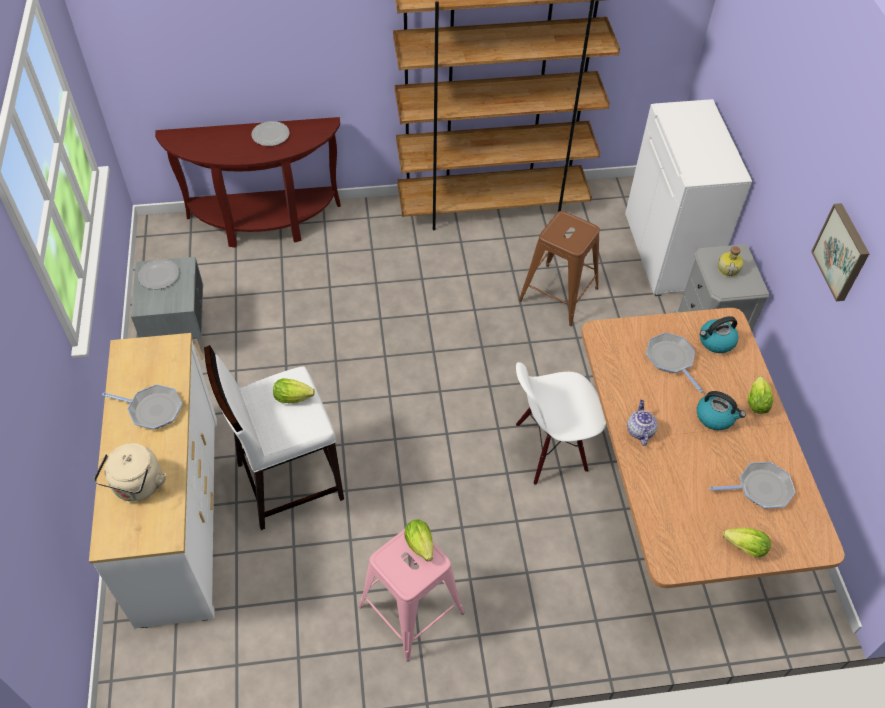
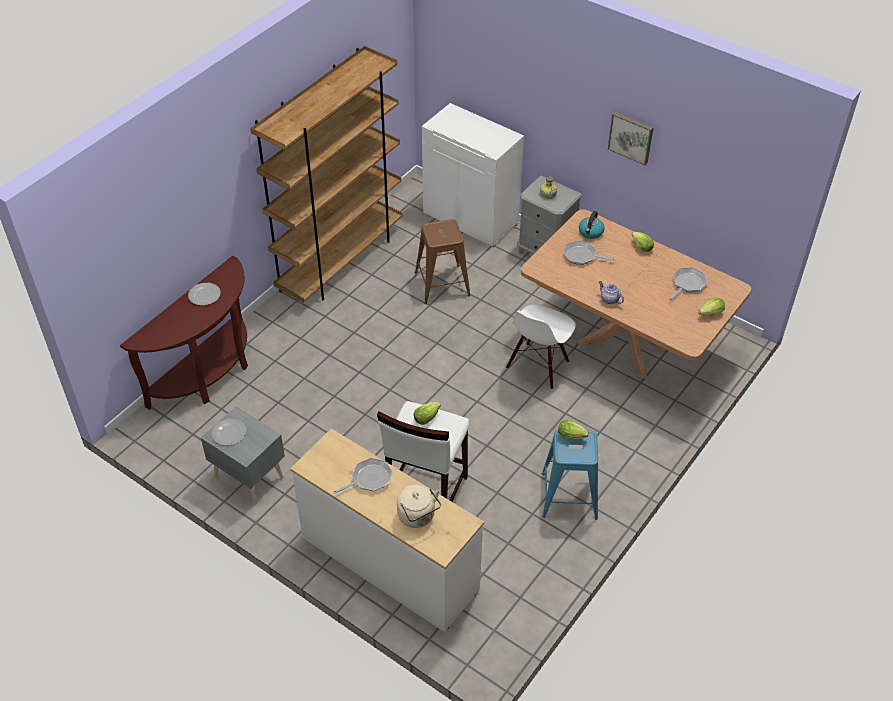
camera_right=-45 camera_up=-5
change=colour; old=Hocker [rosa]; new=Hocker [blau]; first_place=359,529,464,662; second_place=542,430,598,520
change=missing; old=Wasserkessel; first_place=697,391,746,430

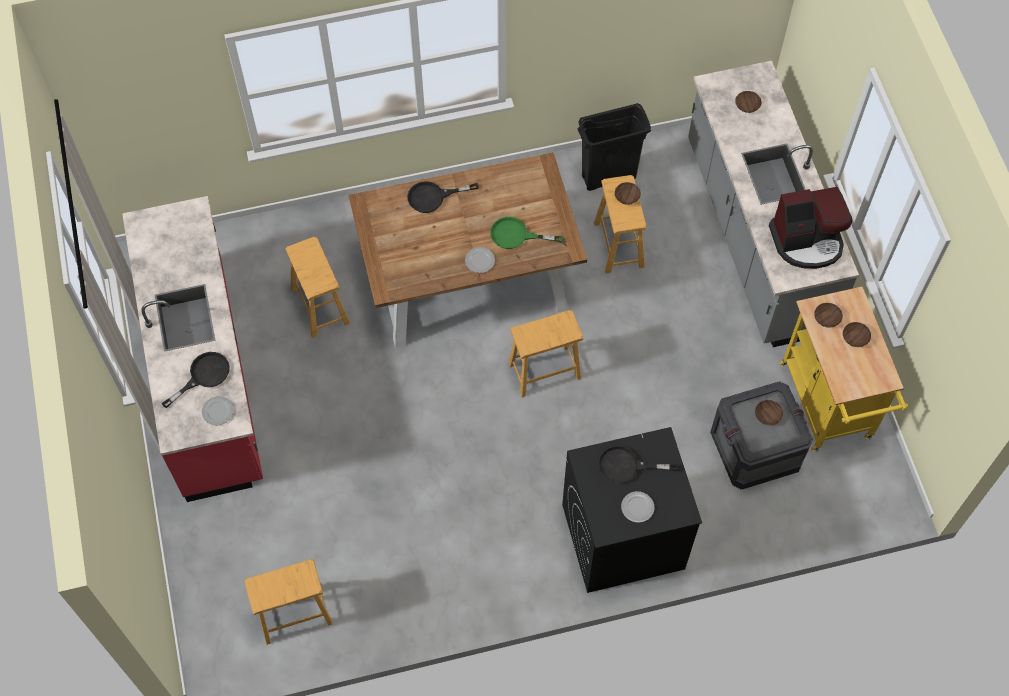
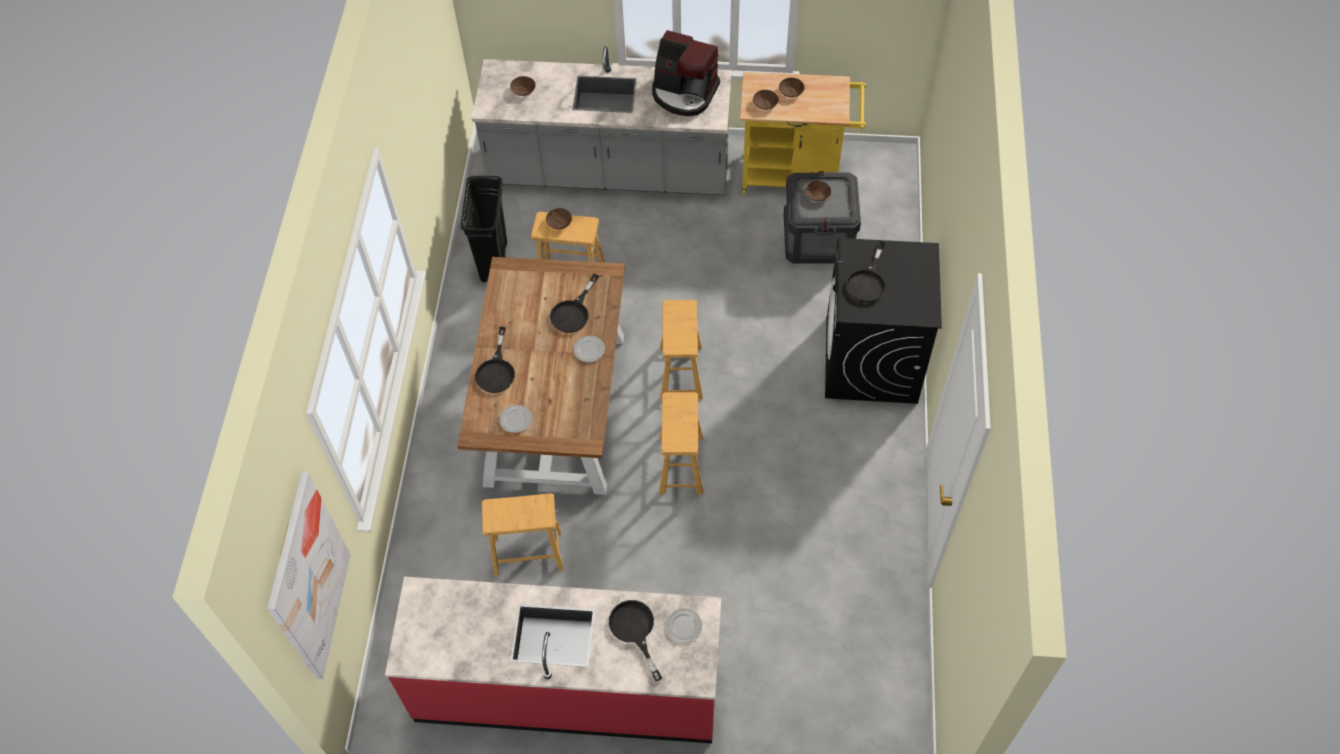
camera_right=-70 camera_up=-5
change=appeared; new=Bild; second_place=267,472,351,679
change=relocated; old=Teller; first_place=621,491,654,523; second_place=499,405,532,433
change=colour; old=Pfanne [grün]; new=Pfanne [schwarz]; first_place=490,217,563,249; second_place=550,274,599,333
change=spun; old=Kaffeemaschine; first_place=769,186,852,269; second_place=652,30,720,116; degrees=105
change=relocated; old=Hocker [braun]; first_place=244,559,333,645; second_place=659,392,703,494

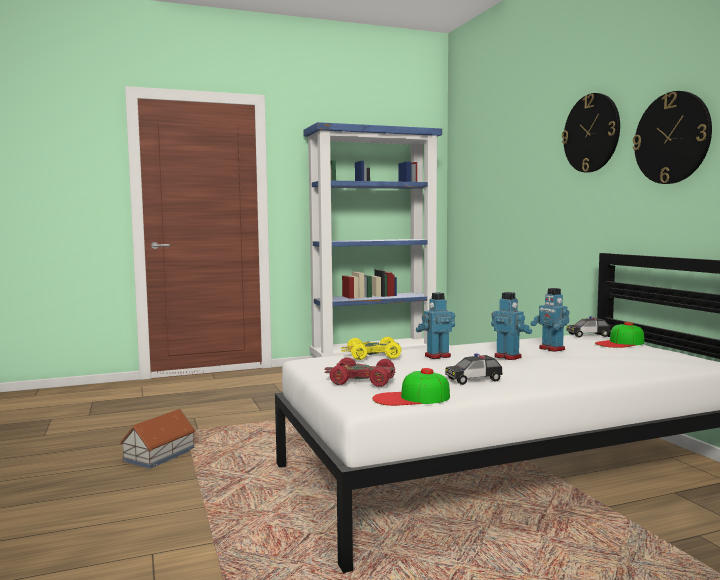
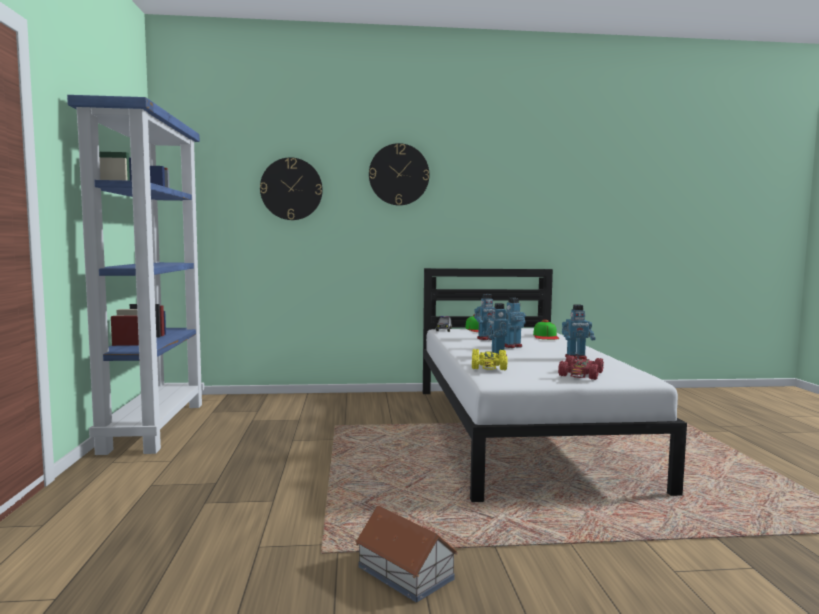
camera_right=-75 camera_up=0
change=relocated; old=Wanduhr; first_place=633,91,712,184; second_place=260,157,323,220
change=relocated; old=Kappe; first_place=372,368,450,406; second_place=533,320,559,340
change=exchanged; old=Spielzeugauto; new=Spielzeugroboter; first_place=445,353,503,385; second_place=562,305,595,360

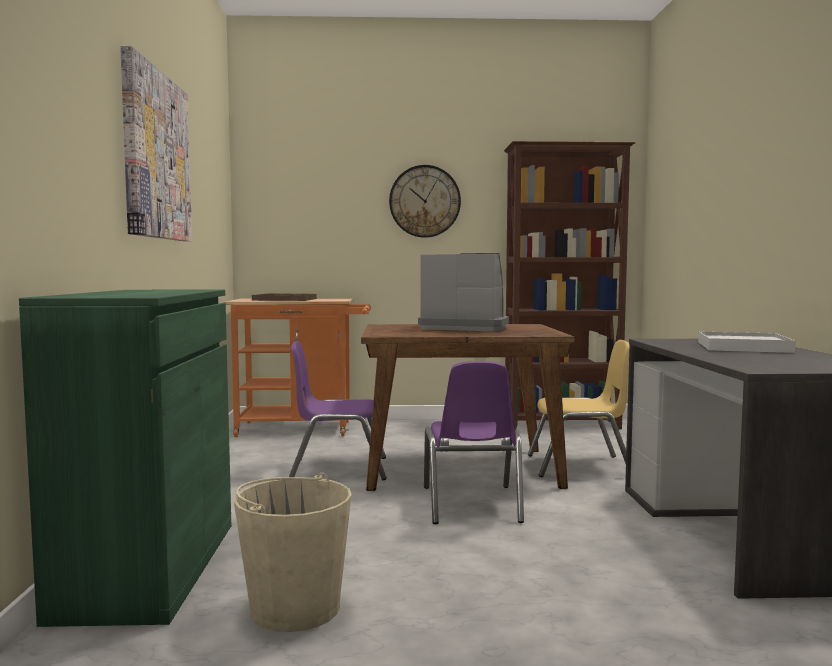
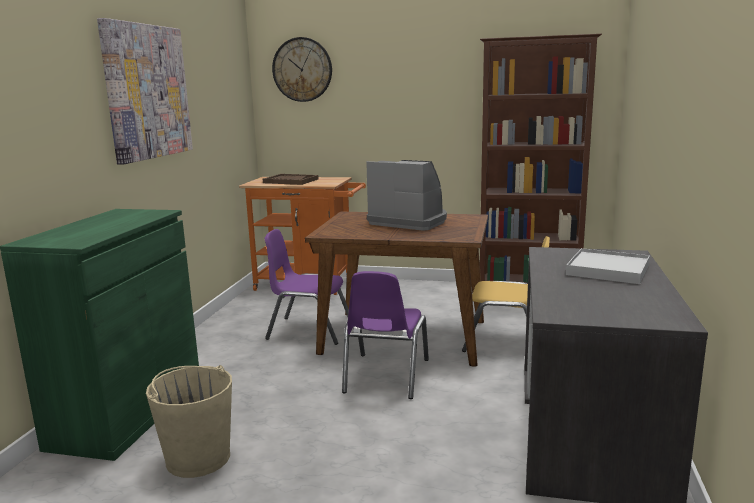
camera_right=15 camera_up=10
change=relocated; old=Wanduhr; first_place=389,165,461,238; second_place=272,37,332,102

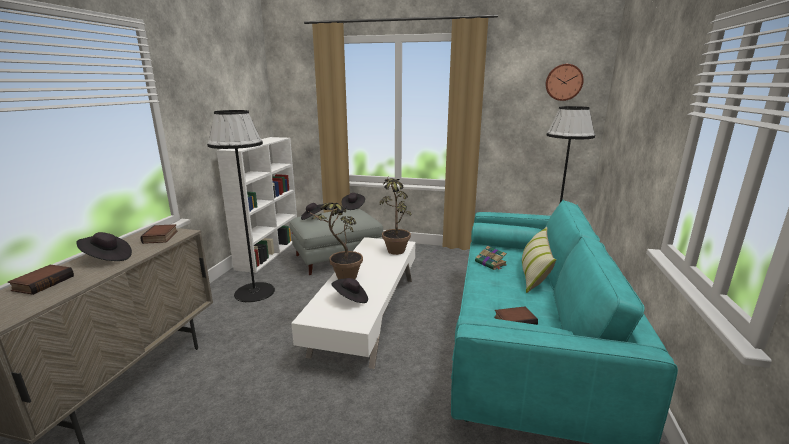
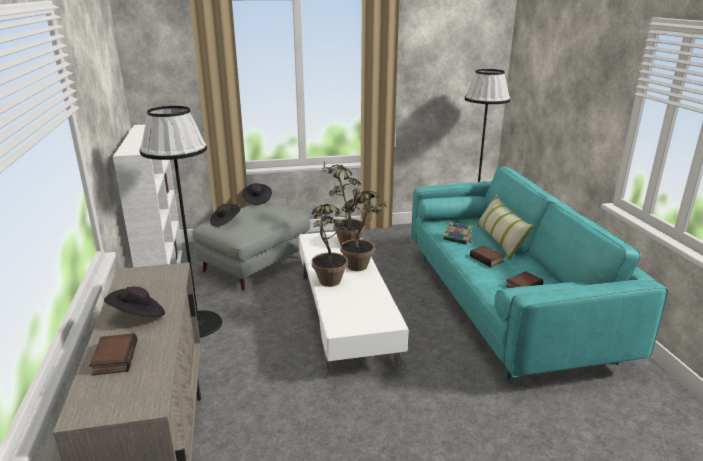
camera_right=-25 camera_up=5
change=appeared; new=Topfpflanze; second_place=335,191,387,271
change=relocated; old=Buch; first_place=140,224,178,244; second_place=470,246,505,267
change=missing; old=Hut [schwarz]; first_place=331,278,368,303
change=missing; old=Wanduhr; first_place=545,64,584,101

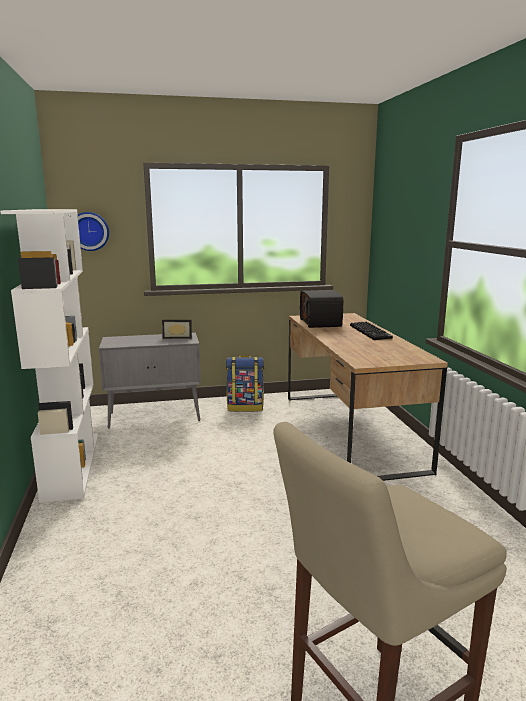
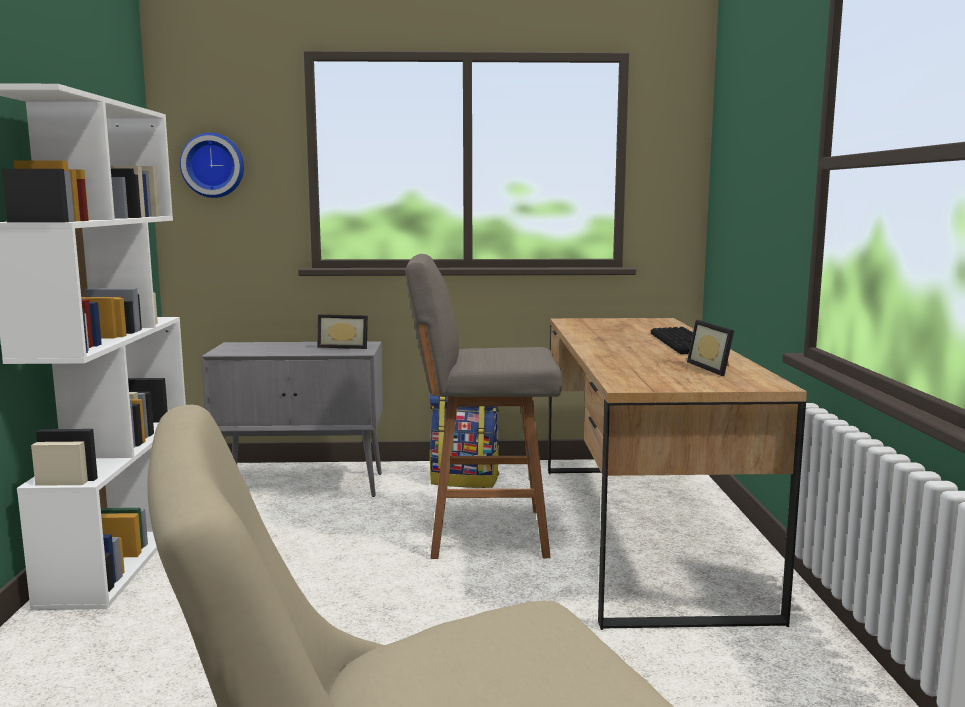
camera_right=10 camera_up=-5
change=appeared; new=Hocker [grau]; second_place=406,254,562,559
change=appeared; new=Bilderrahmen; second_place=687,320,734,376
change=missing; old=Radio; first_place=300,290,343,328

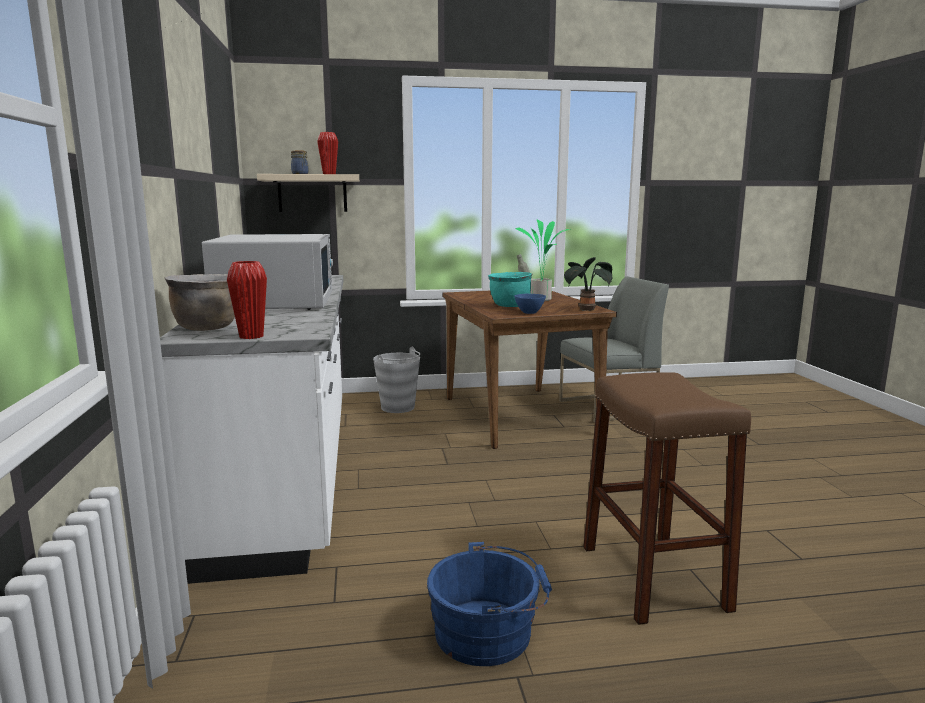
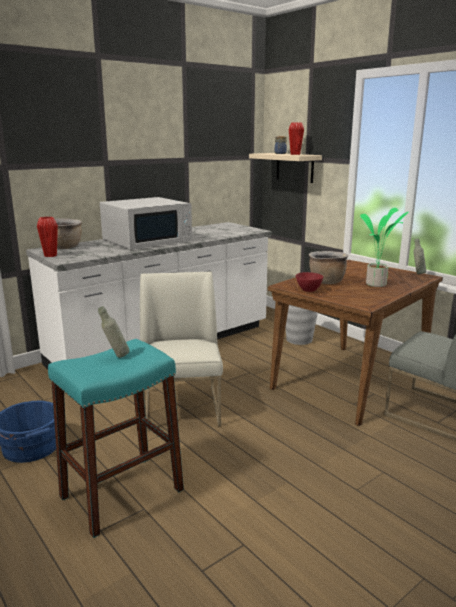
camera_right=60 camera_up=5
change=colour; old=Hocker [braun]; new=Hocker [türkis]; first_place=583,372,751,625; second_place=48,339,184,538
change=appeared; new=Flasche [grau]; second_place=98,306,130,358
change=appeared; new=Stuhl [weiß]; second_place=140,272,223,430
change=colour; old=Schüssel [blau]; new=Schüssel [rot]; first_place=514,294,546,314; second_place=296,272,323,292
change=colour; old=Kochtopf [türkis]; new=Kochtopf [braun]; first_place=488,272,532,307; second_place=309,251,348,284
change=missing; old=Topfpflanze; first_place=564,257,613,311

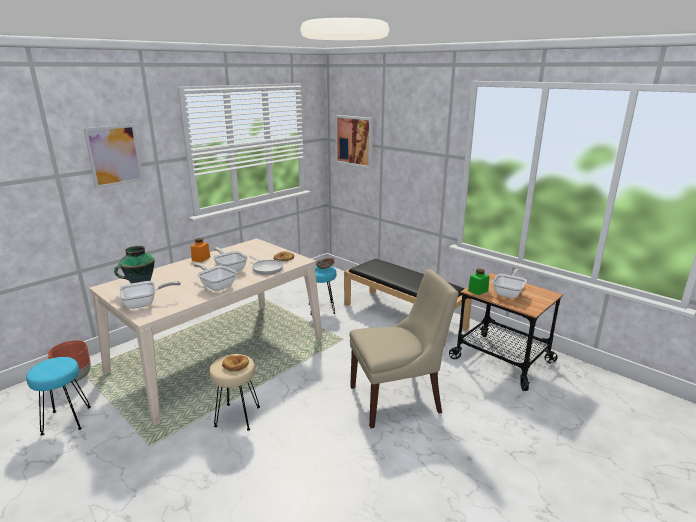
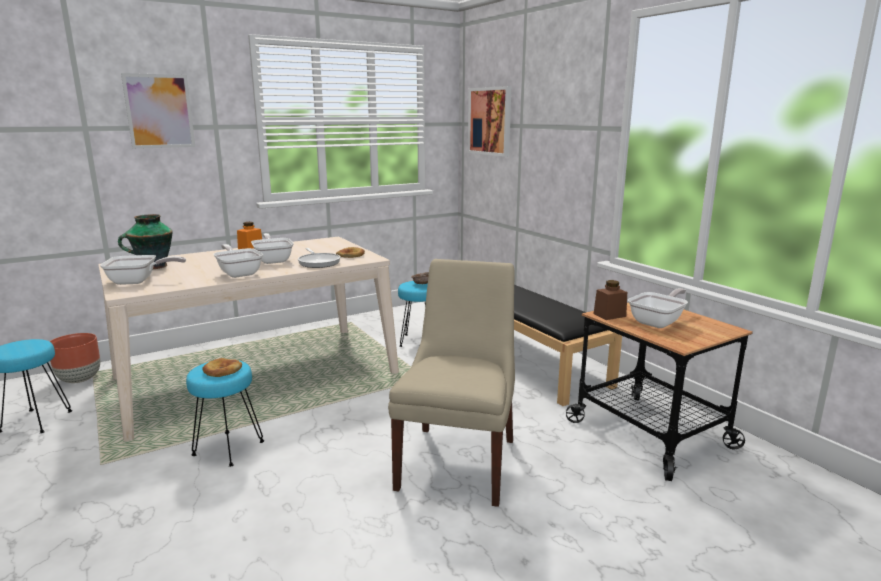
camera_right=15 camera_up=-5
change=colour; old=Hocker [beige]; new=Hocker [türkis]; first_place=209,354,260,430; second_place=186,360,264,467
change=spun; old=Stuhl [beige]; first_place=350,269,459,428; second_place=388,259,515,507; degrees=-75
change=colour; old=Vorratsglas [grün]; new=Vorratsglas [braun]; first_place=468,269,489,295; second_place=593,280,627,320

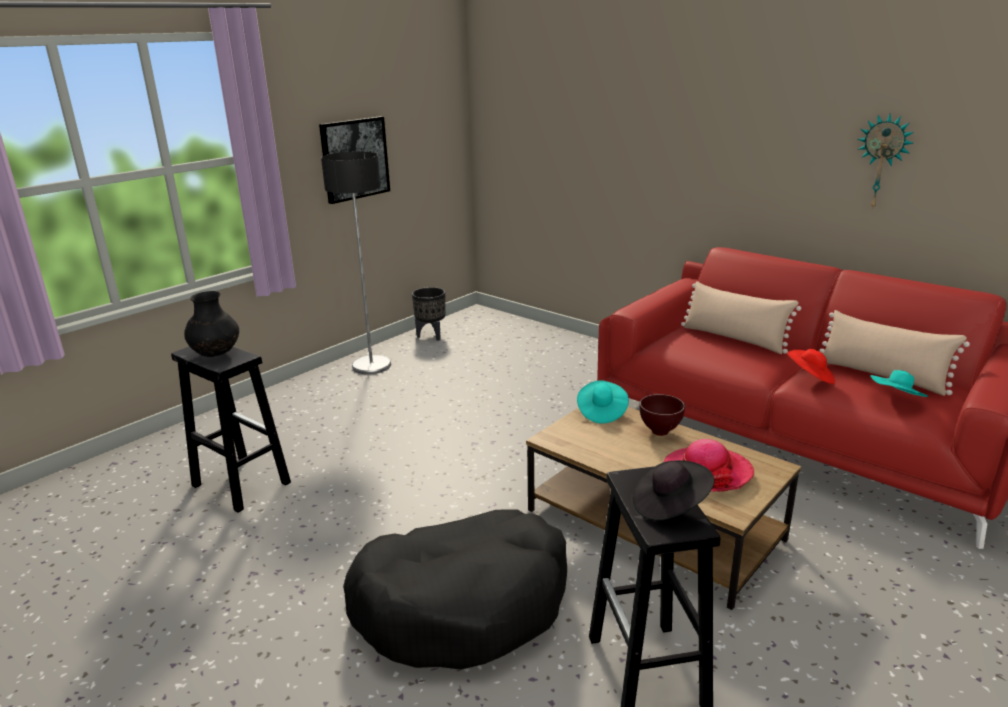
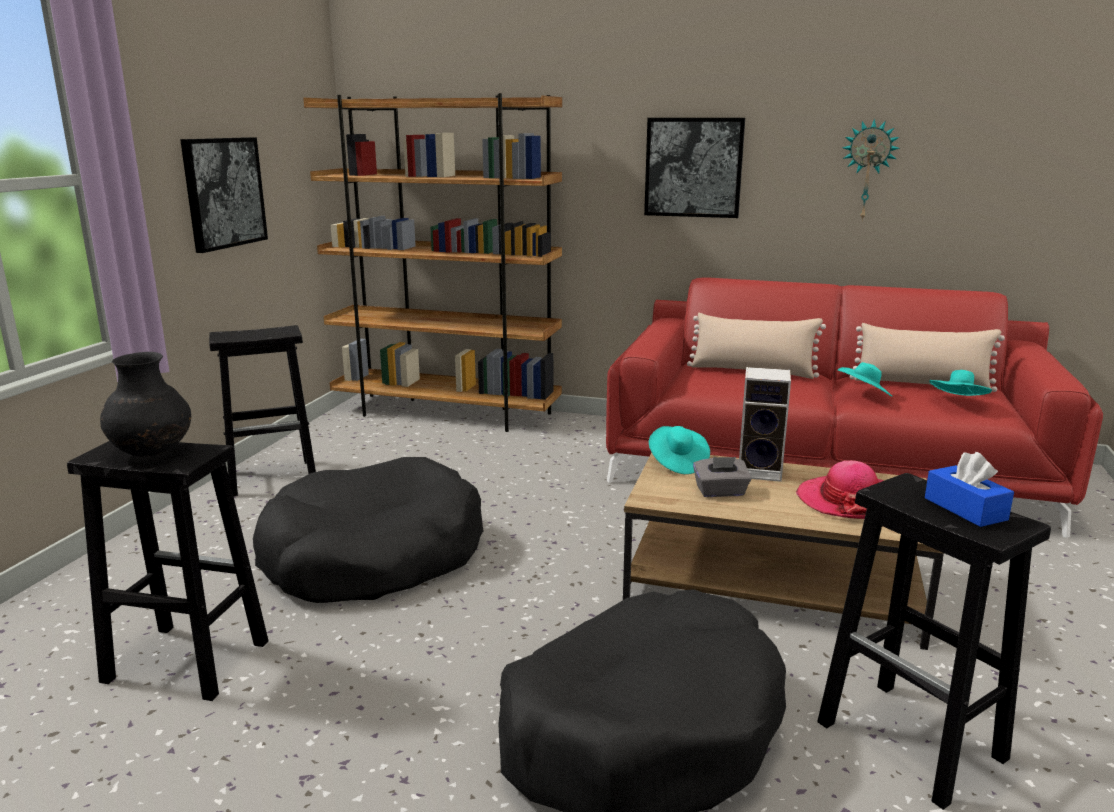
camera_right=-25 camera_up=-5
change=exchanged; old=Stehlampe; new=Hocker [schwarz]; first_place=321,151,391,374; second_place=209,325,316,496
change=appeared; new=Hundebett [schwarz]; second_place=253,457,483,603
change=appeared; new=Bücherregal [braun]; second_place=303,93,562,432
change=appeared; new=Bild; second_place=644,118,745,218
change=appeared; new=Taschentuchbox [grau]; second_place=693,457,752,497
change=exchanged; old=Schüssel [braun]; new=Lautsprecher; first_place=639,394,685,436; second_place=739,367,791,482
change=colour; old=Hut [rot]; new=Hut [türkis]; first_place=787,349,835,384; second_place=838,362,893,397
change=exchanged; old=Hut [schwarz]; new=Taschentuchbox [blau]; first_place=632,460,715,521; second_place=925,452,1014,527
change=missing; old=Pflanzkübel [schwarz]; first_place=412,287,446,341

